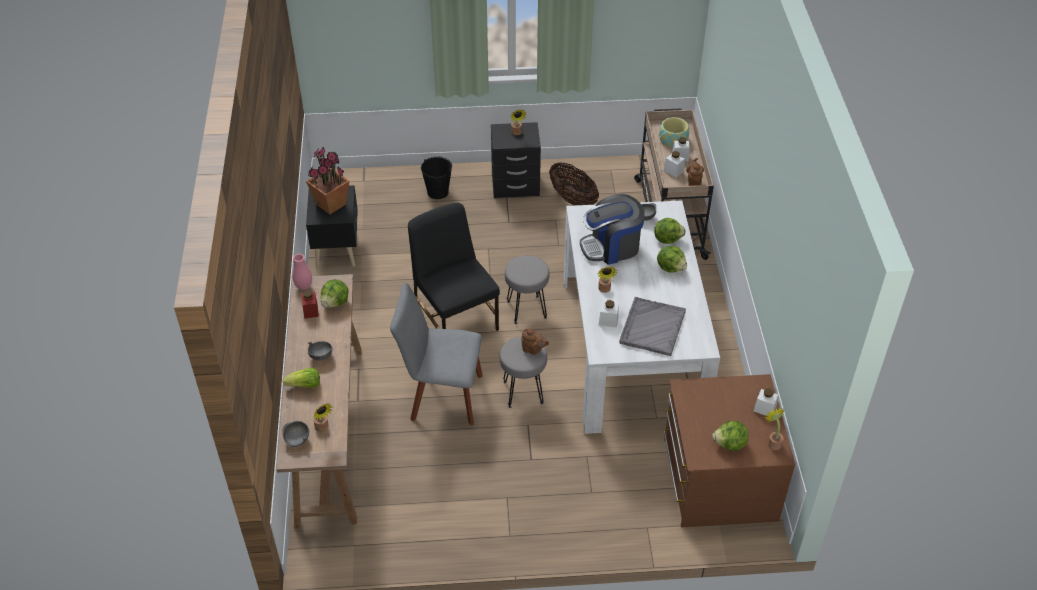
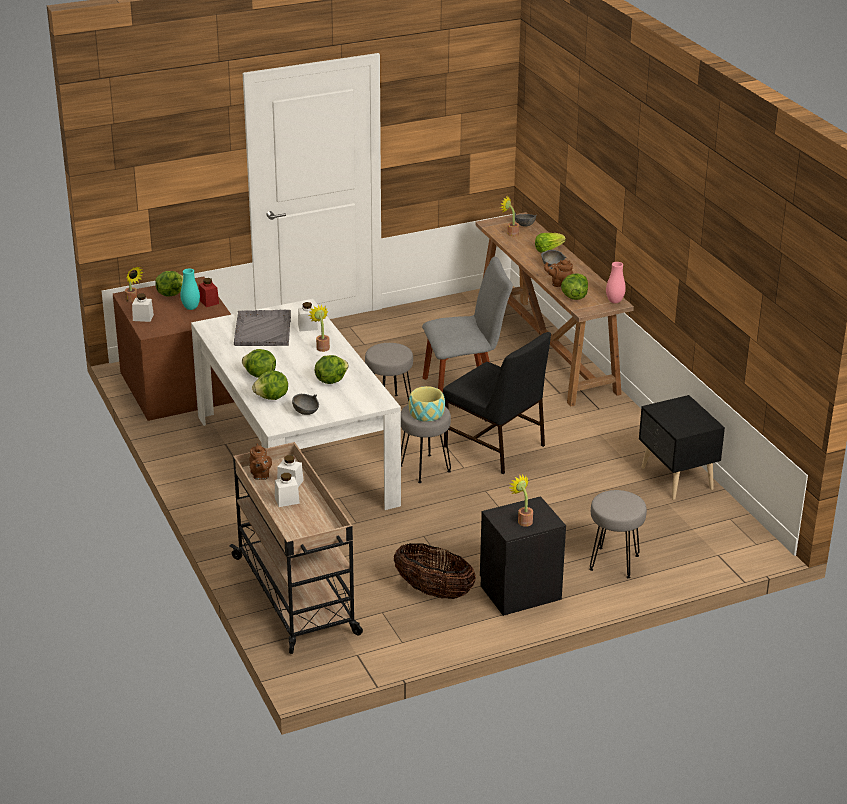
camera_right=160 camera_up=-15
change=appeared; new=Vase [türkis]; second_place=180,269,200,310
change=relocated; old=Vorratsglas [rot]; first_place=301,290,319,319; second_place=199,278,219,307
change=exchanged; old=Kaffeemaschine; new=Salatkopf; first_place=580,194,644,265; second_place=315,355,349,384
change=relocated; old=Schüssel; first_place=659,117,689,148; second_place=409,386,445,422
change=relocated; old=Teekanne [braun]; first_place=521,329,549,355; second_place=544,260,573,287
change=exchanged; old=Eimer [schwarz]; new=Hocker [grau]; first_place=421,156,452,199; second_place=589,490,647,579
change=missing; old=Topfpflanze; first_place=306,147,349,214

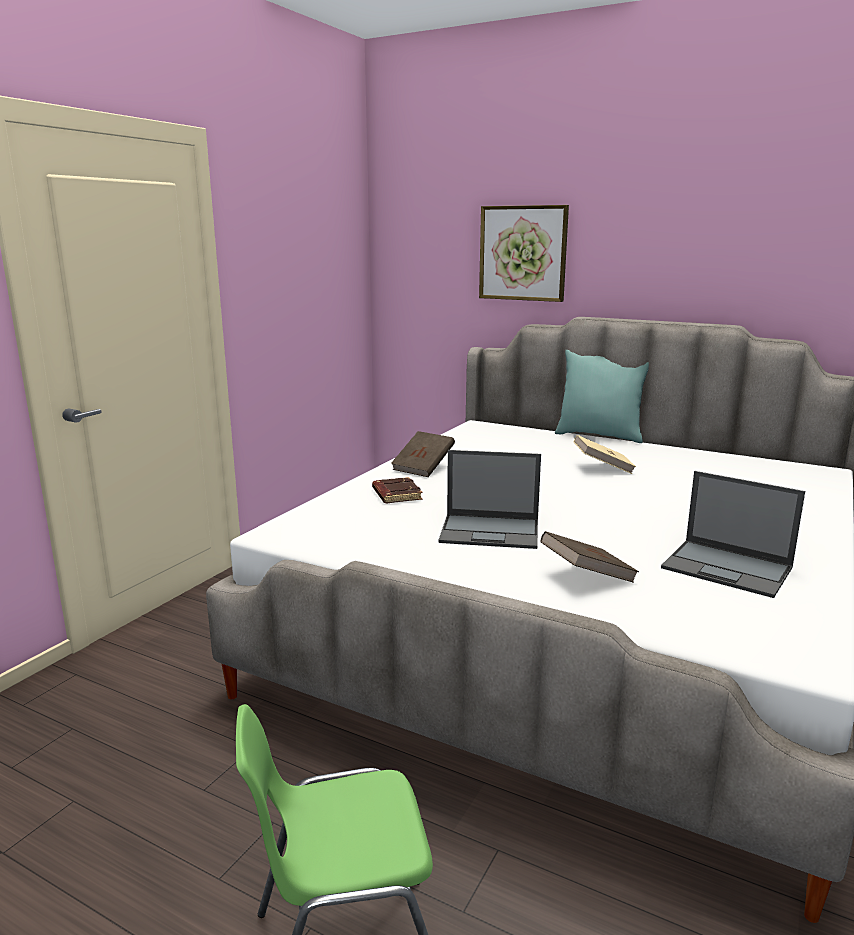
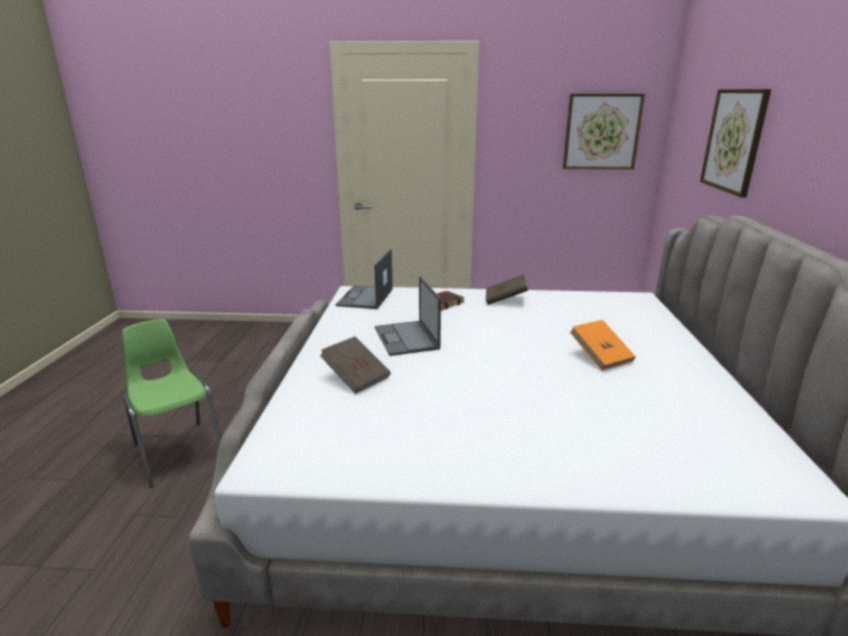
camera_right=65 camera_up=5
change=relocated; old=Laptop; first_place=661,471,805,598; second_place=336,249,393,309
change=appeared; new=Bild; second_place=563,94,645,169
change=colour; old=Buch [beige]; new=Buch [orange]; first_place=574,435,636,474; second_place=570,320,636,371
change=missing; old=Kissen [türkis]; first_place=555,350,649,443

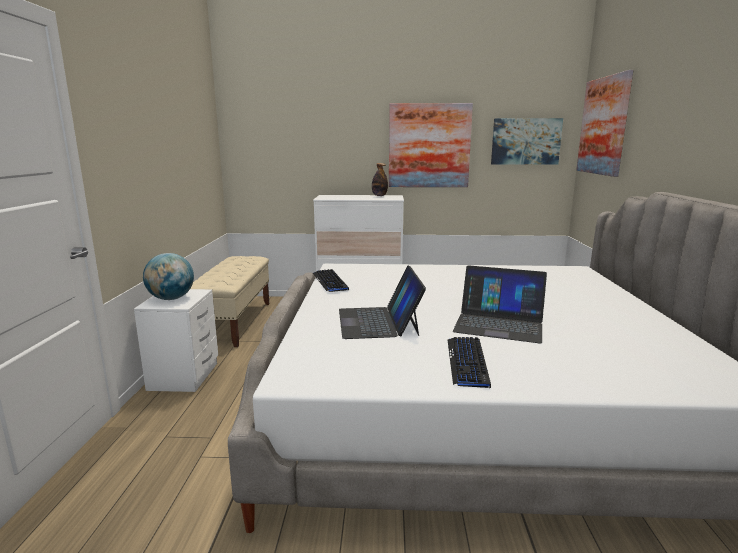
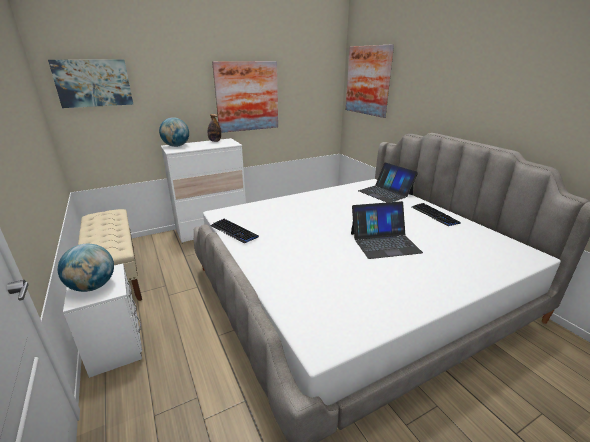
camera_right=-30 camera_up=10
change=relocated; old=Bild; first_place=491,118,563,165; second_place=48,60,133,108
change=appeared; new=Globus; second_place=159,117,189,147
change=relocated; old=Laptop; first_place=339,266,426,339; second_place=358,163,418,203
change=relocated; old=Tastatur; first_place=448,337,491,388; second_place=412,203,461,226

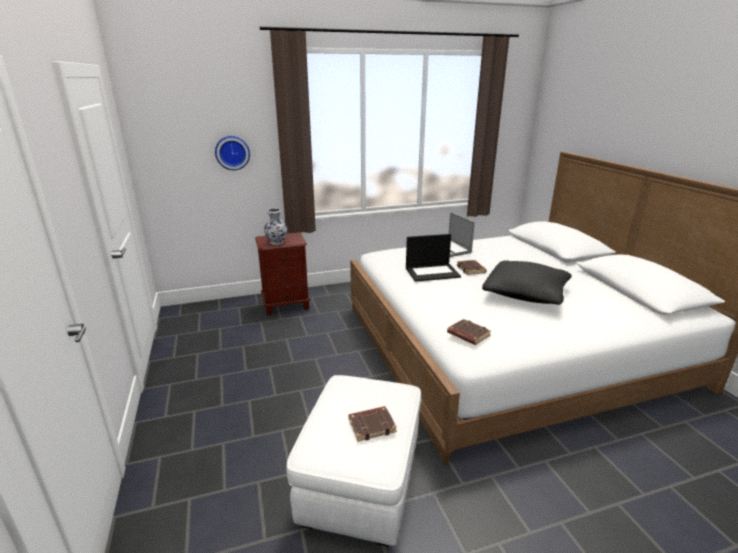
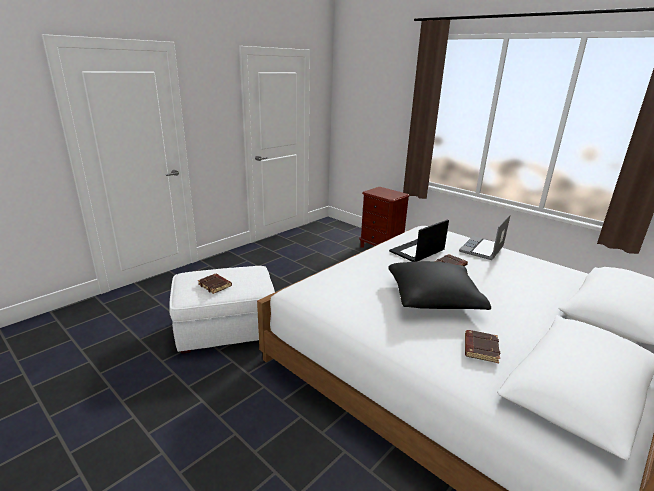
camera_right=60 camera_up=0
change=spun; old=Laptop; first_place=406,234,461,282; second_place=389,220,449,262; degrees=90
change=relocated; old=Buch [braun]; first_place=447,319,491,345; second_place=465,330,501,363
change=missing; old=Wanduhr; first_place=215,136,250,170
change=missing; old=Vase; first_place=264,209,288,245

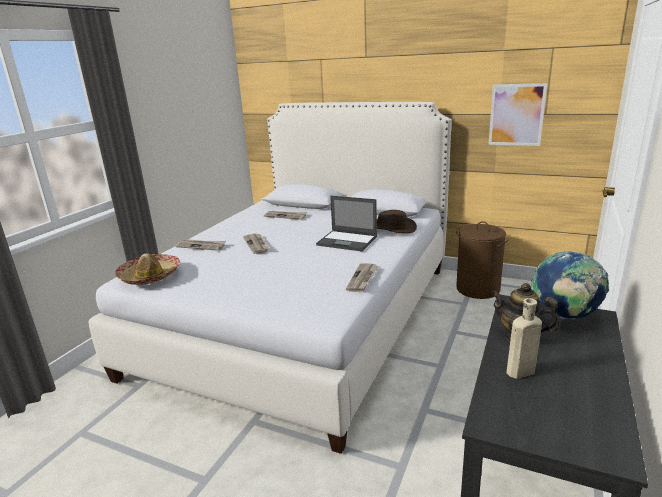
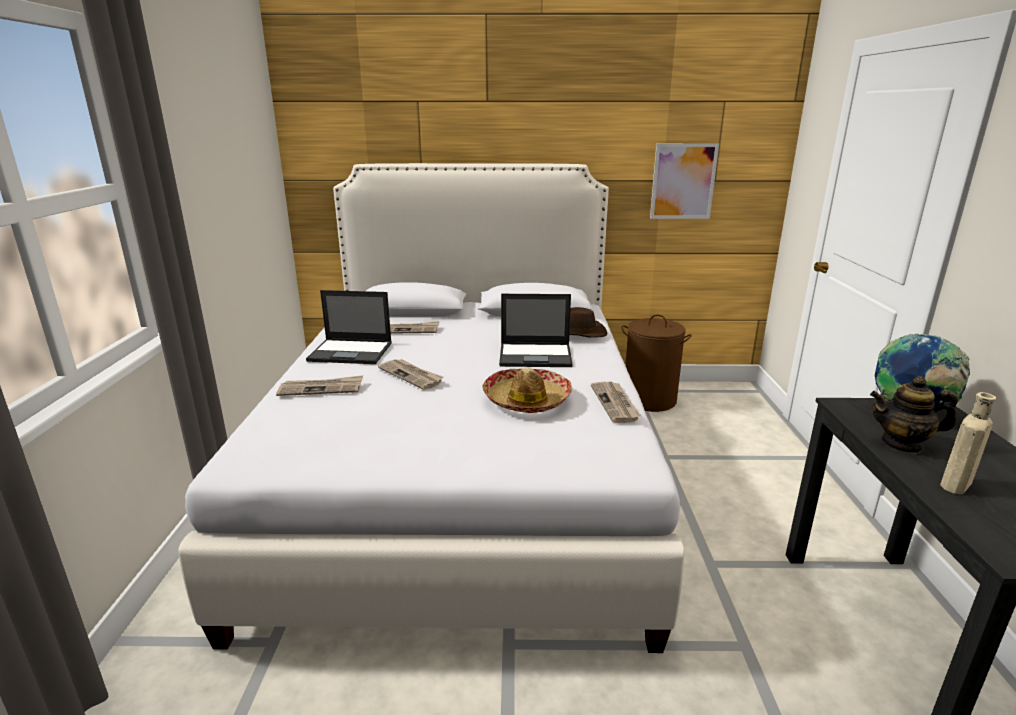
camera_right=-25 camera_up=0
change=appeared; new=Laptop; second_place=306,290,392,364
change=relocated; old=Hut; first_place=115,253,180,285; second_place=482,367,572,413

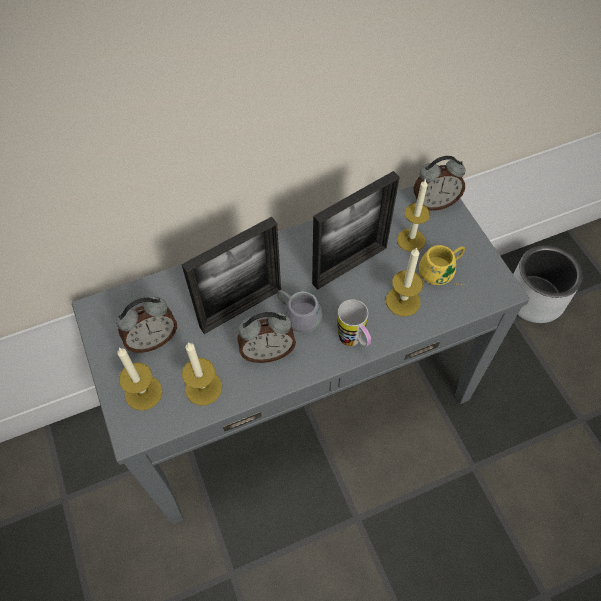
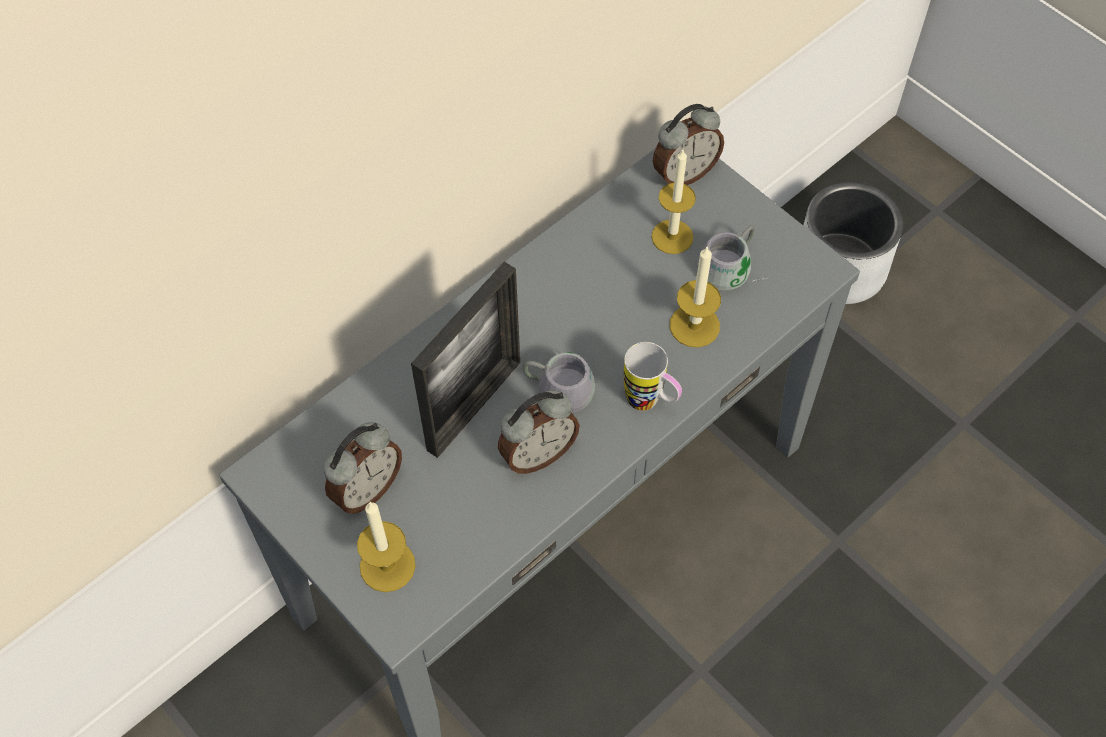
camera_right=-20 camera_up=0
change=colour; old=Henkelbecher [gelb]; new=Henkelbecher [grau]; first_place=419,245,465,285; second_place=697,225,768,290
change=missing; old=Kerze; first_place=182,342,222,405
change=missing; old=Bilderrahmen; first_place=312,171,400,290

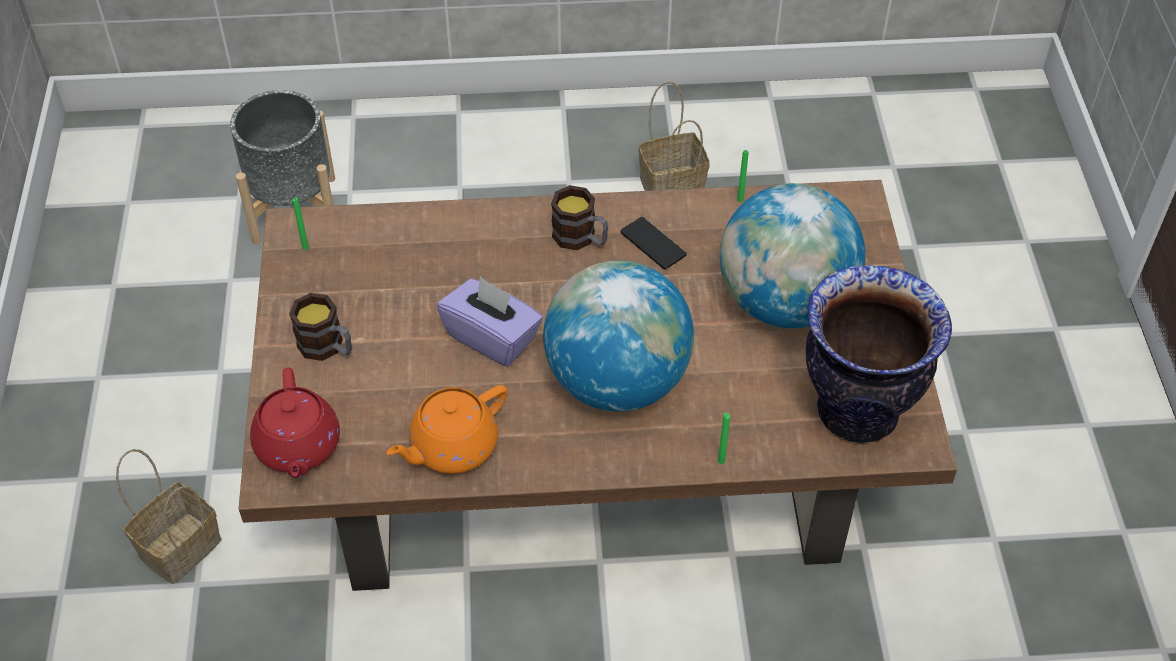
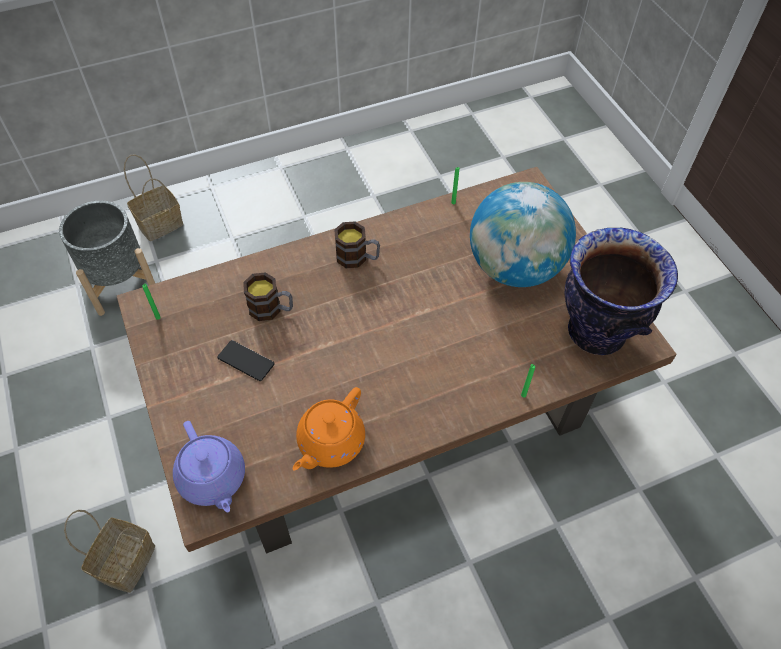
camera_right=-20 camera_up=5
change=relocated; old=Korb; first_place=638,81,710,191; second_place=124,154,183,241
change=colour; old=Teekanne [rot]; new=Teekanne [lila]; first_place=250,368,340,478; second_place=173,421,245,513
change=relocated; old=Handy; first_place=620,217,687,269; second_place=217,340,274,381
change=relocated; old=Henkelbecher; first_place=289,293,352,361; second_place=243,272,293,321
change=missing; old=Taschentuchbox [lila]; first_place=437,276,543,367
change=missing; old=Globus; first_place=543,260,694,412

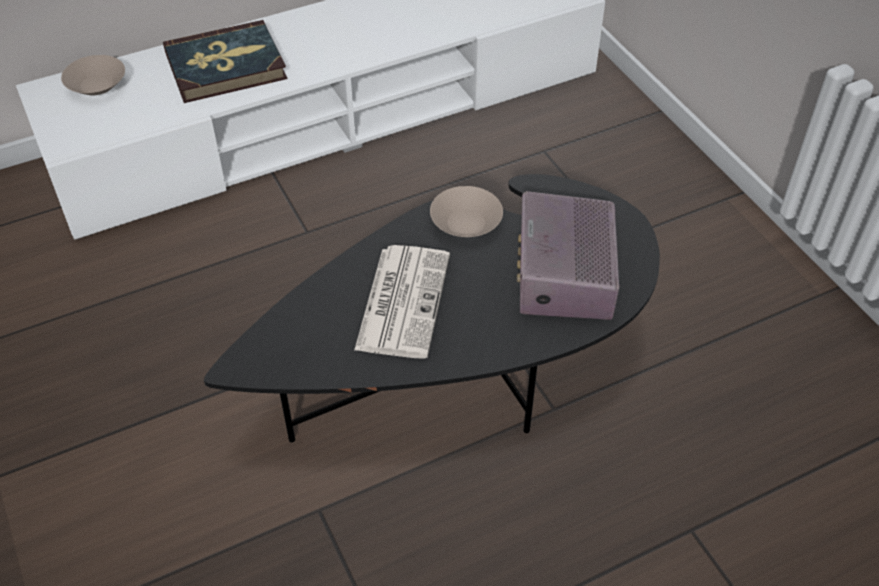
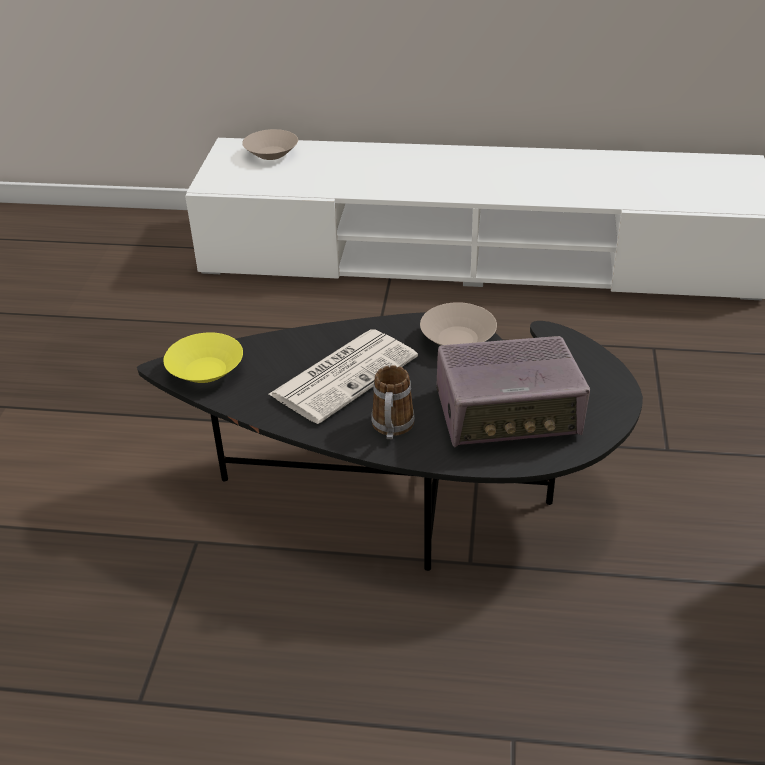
camera_right=35 camera_up=-10
change=appeared; new=Schüssel [gelb]; second_place=163,332,243,383
change=appeared; new=Henkelbecher; second_place=371,365,415,440
change=spun; old=Radio; first_place=517,191,620,320; second_place=436,336,590,447; degrees=-135
change=missing; old=Buch; first_place=163,20,288,103

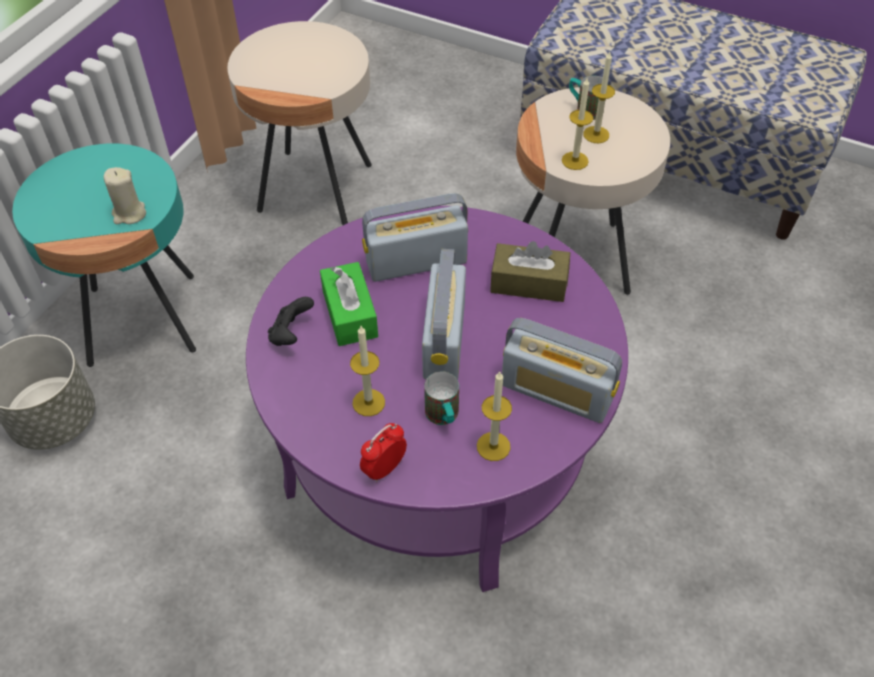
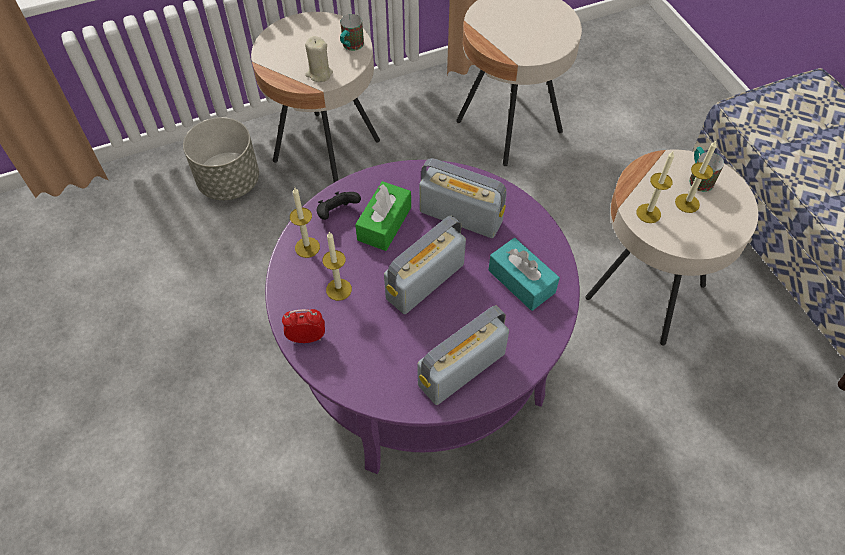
camera_right=40 camera_up=5
change=colour; old=Beistelltisch [türkis]; new=Beistelltisch [beige]; first_place=12,143,196,367; second_place=251,12,380,182
change=relocated; old=Kerze; first_place=477,372,512,461; second_place=290,188,320,258
change=relocated; old=Henkelbecher; first_place=424,371,459,425; second_place=340,14,364,51
change=spun; old=Radio; first_place=502,318,622,423; second_place=417,305,509,405; degrees=75
change=colour; old=Taschentuchbox [braun]; new=Taschentuchbox [türkis]; first_place=490,241,570,302; second_place=488,238,560,311

